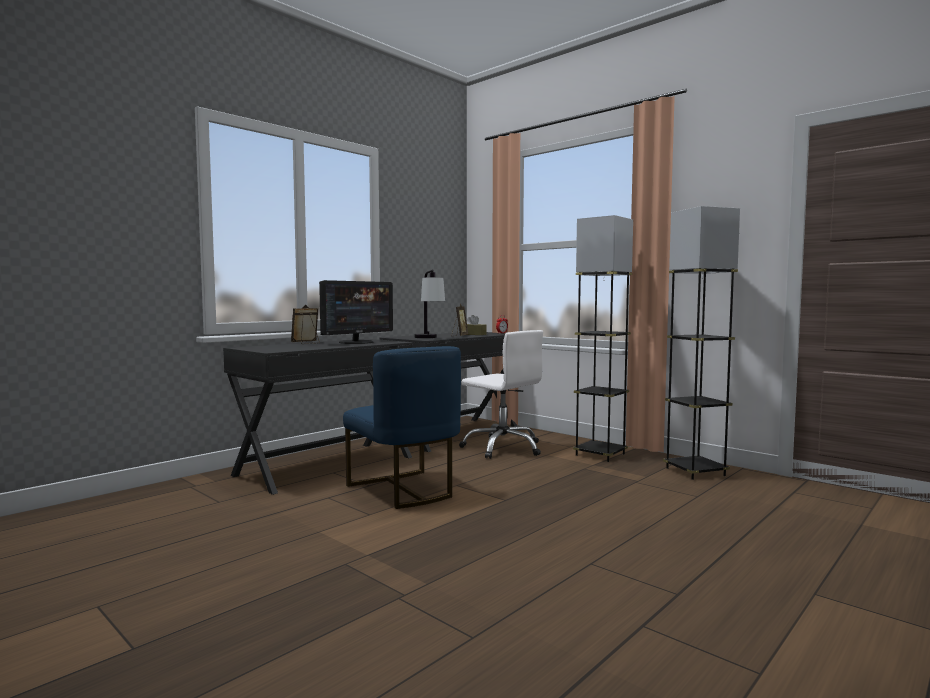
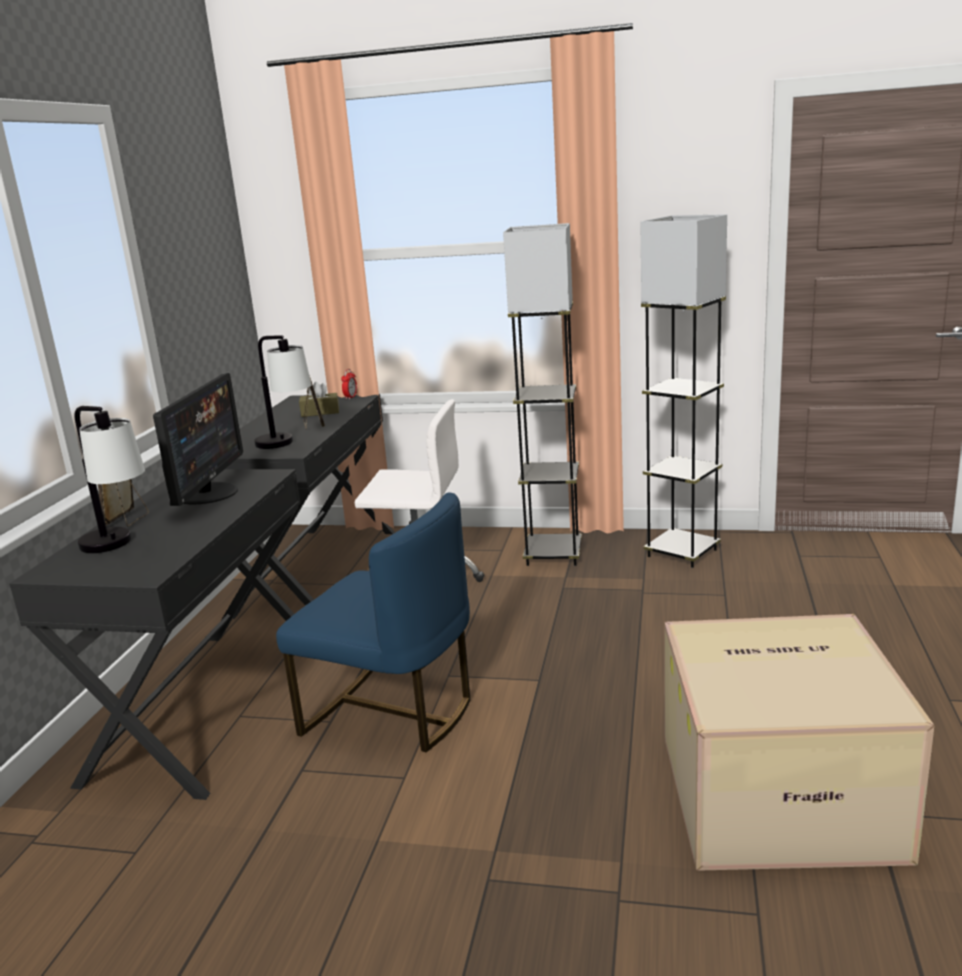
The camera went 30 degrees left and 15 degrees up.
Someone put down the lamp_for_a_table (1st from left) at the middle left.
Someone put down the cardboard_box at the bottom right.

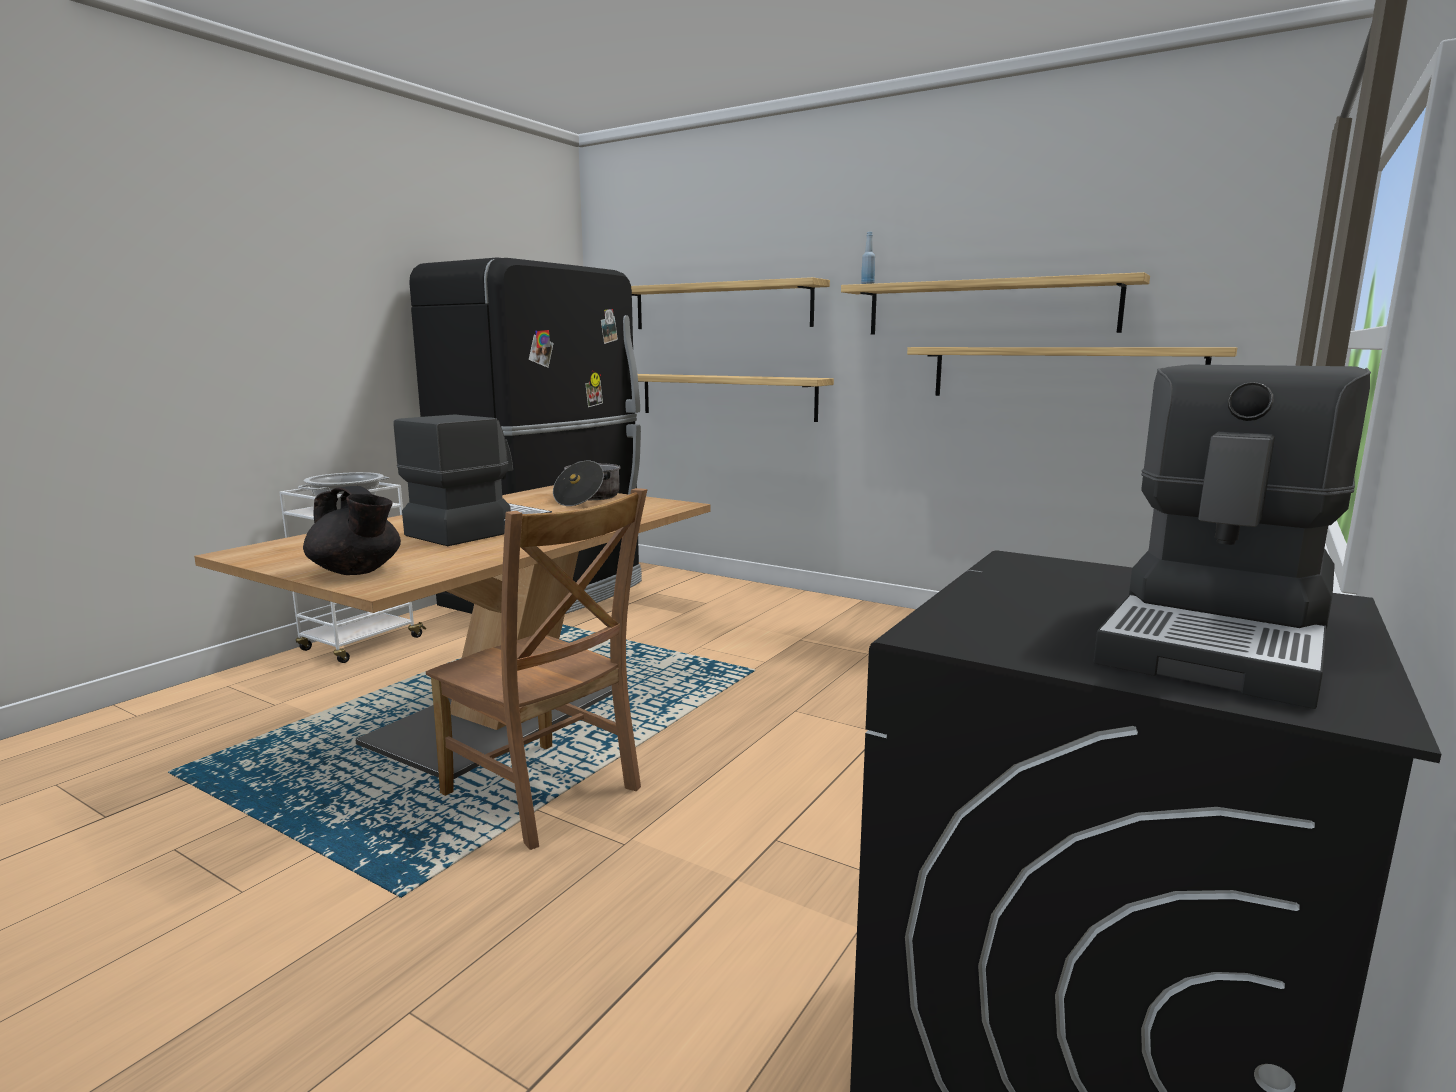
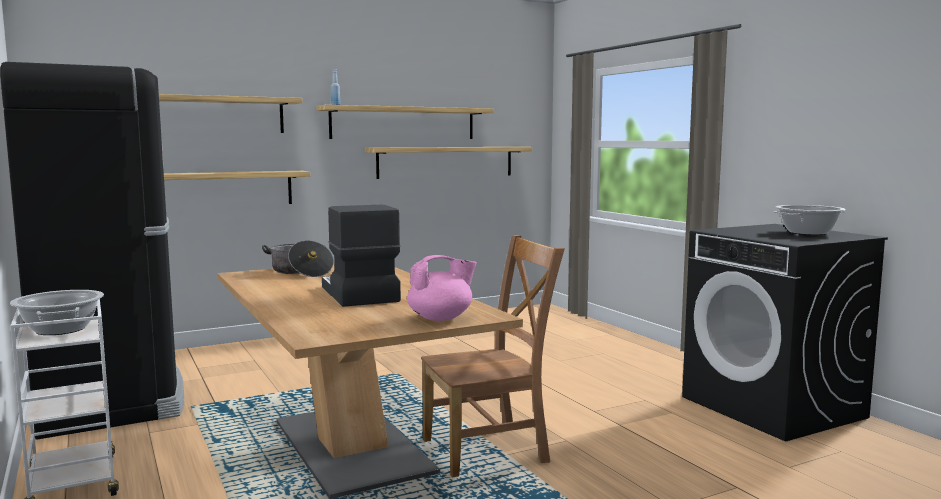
The camera went 60 degrees left and 5 degrees down.
Someone repainted the black-coloured_teapot at the middle left, which became the pinkish_teapot at the centre.
Someone swapped the coffee_machine (2nd from left) at the middle right for the cooking_pot (3rd from left) at the middle right.

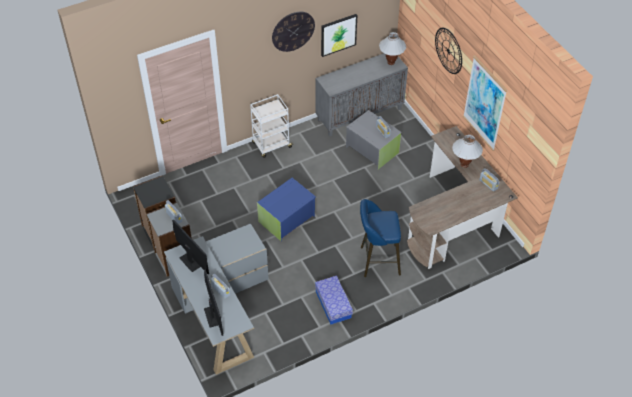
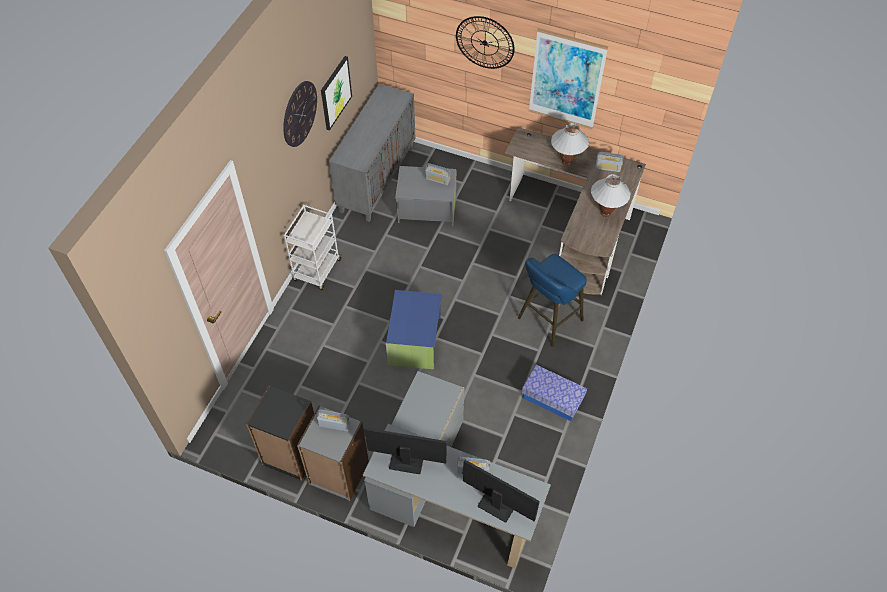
The camera went 40 degrees left and 5 degrees up.
Someone carried the white_lamp_for_a_table (1st from left in the first image) from the top centre to the top right.

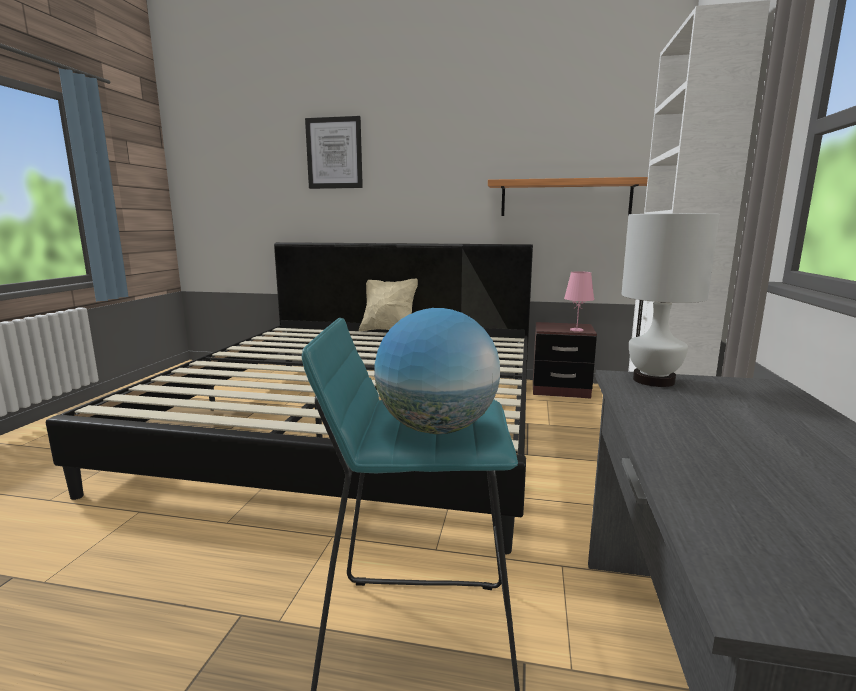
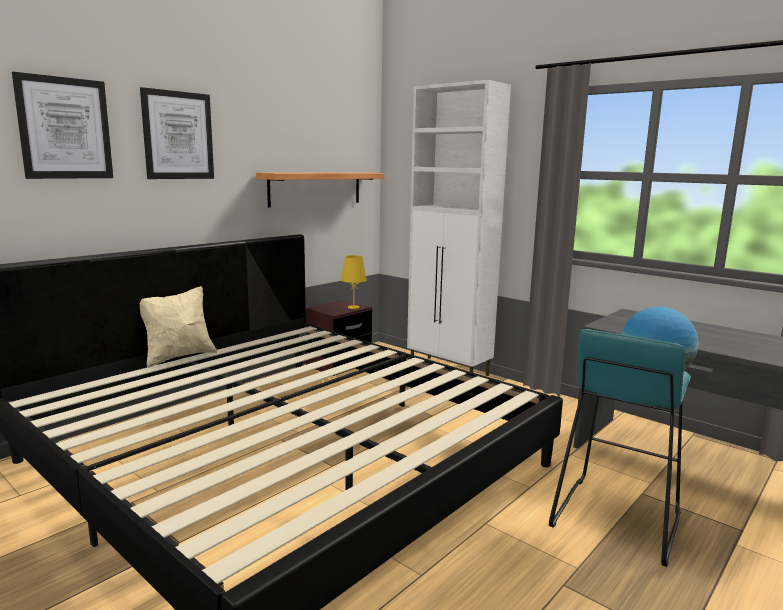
The camera went 60 degrees left and 0 degrees up.
Someone put up the wall_art (2nd from left) at the top left.
Someone repainted the pinkish_lamp_for_a_table at the middle right, which became the yellow-coloured_lamp_for_a_table at the centre.
Someone took away the white_lamp_for_a_table at the middle right.

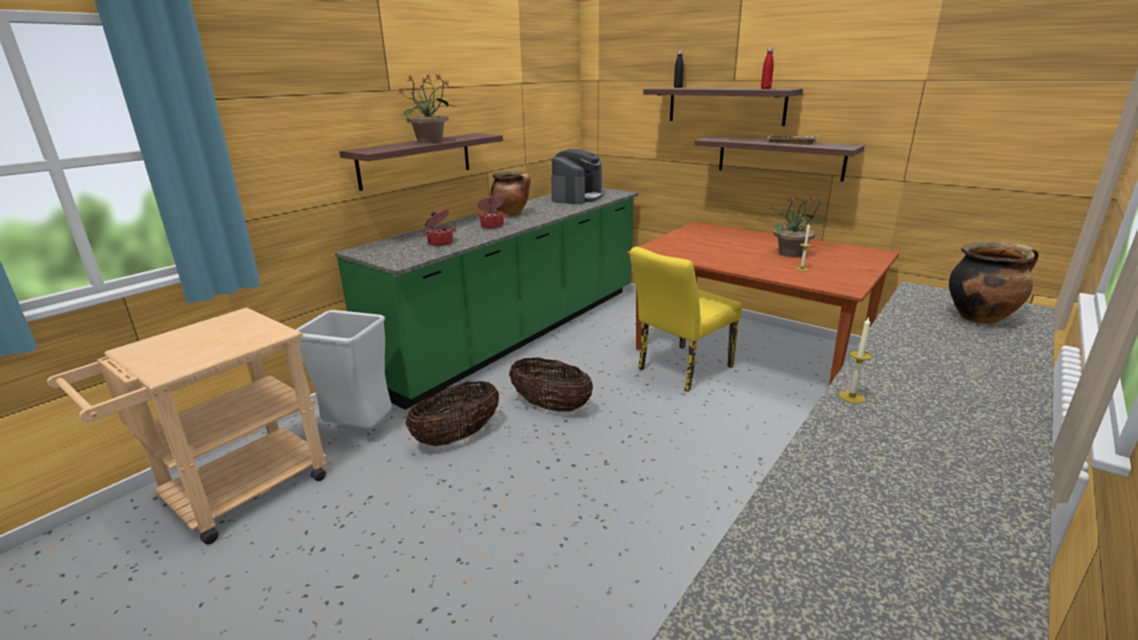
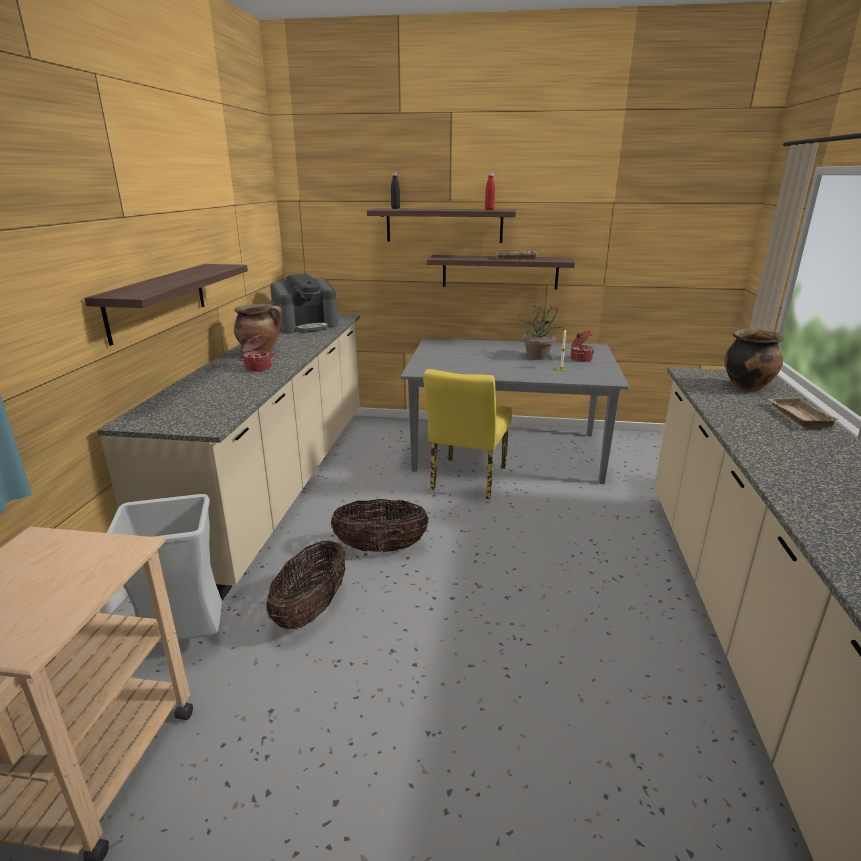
The camera went 30 degrees left and 0 degrees up.
Someone repainted the green_kitchen_counter at the centre, which became the beige-coloured_kitchen_counter (1st from left) at the middle left.
Someone rotated the coffee_machine at the top centre by 60 degrees clockwise.
Someone repainted the brown_kitchen_table at the middle right, which became the gray_kitchen_table at the centre.
Someone carried the cooking_pot (1st from left in the first image) from the centre to the middle right.
Someone put down the beige-coloured_tray (2nd from left) at the middle right.
Someone took away the plant_in_a_pot (1st from left) at the top centre.
Someone took away the wax_light (2nd from left) at the middle right.

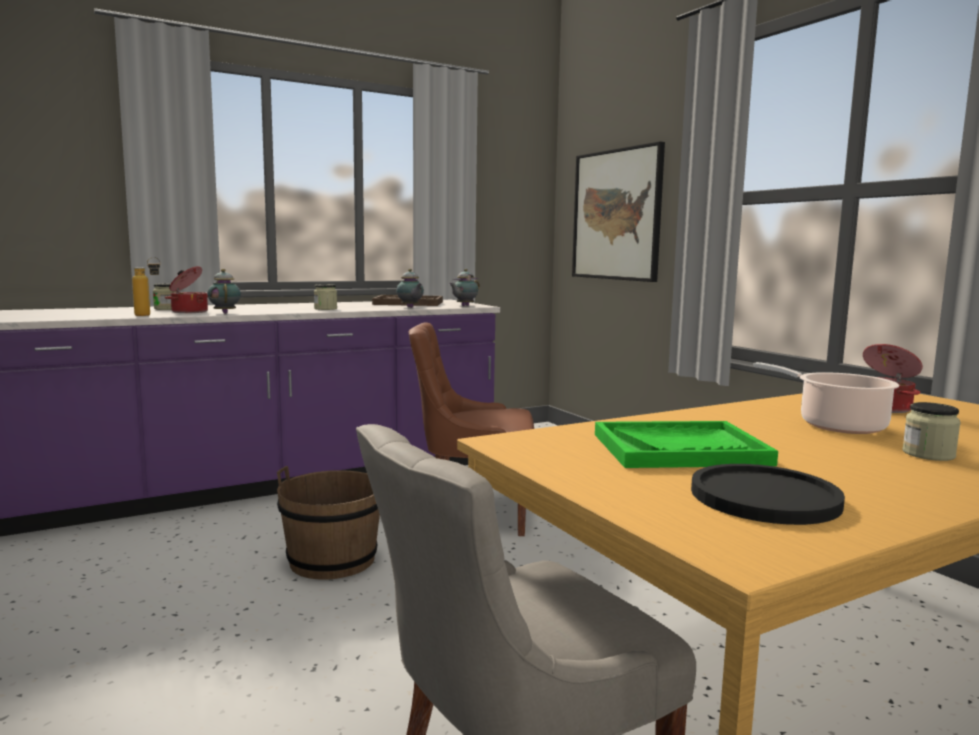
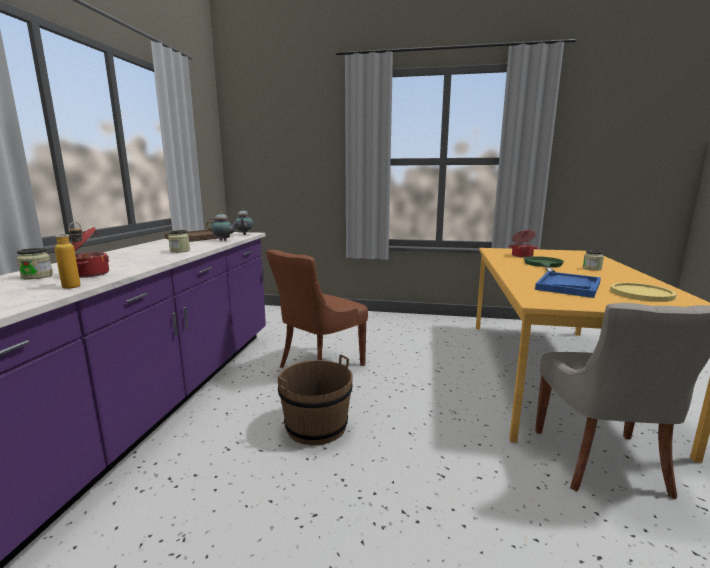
The camera went 50 degrees left and 5 degrees up.
Someone swapped the cooking_pot (2nd from left) at the middle right for the green_frying_pan at the middle right.
Someone repainted the green_tray at the middle right, which became the blue_tray at the middle right.
Someone repainted the black-coloured_dinner_plate at the bottom right, which became the yellow-coloured_dinner_plate at the middle right.
Someone took away the teapot (1st from left) at the middle left.
Someone took away the wall_art at the top centre.

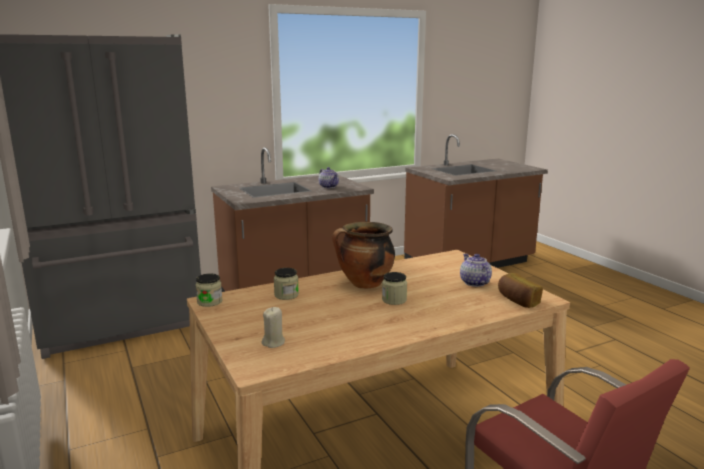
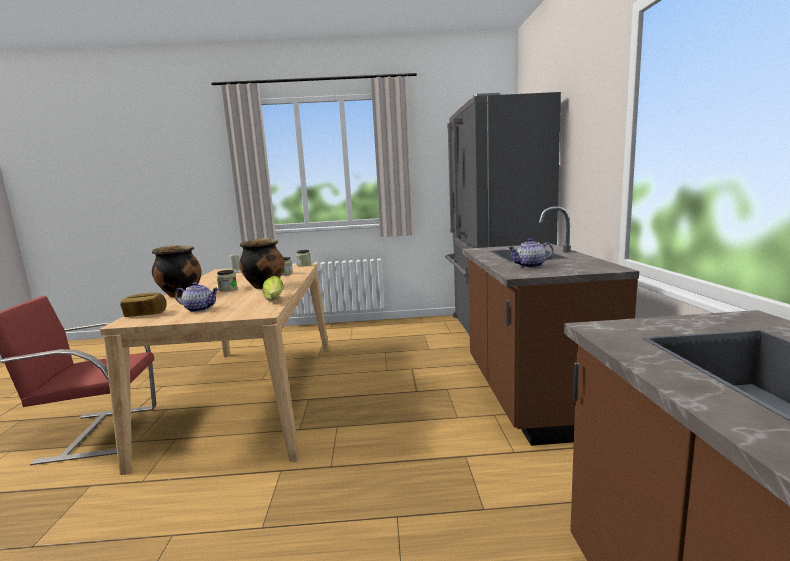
The camera went 115 degrees right and 5 degrees down.
Someone put down the cooking_pot (1st from left) at the middle left.
Someone put down the lettuce_head at the centre.

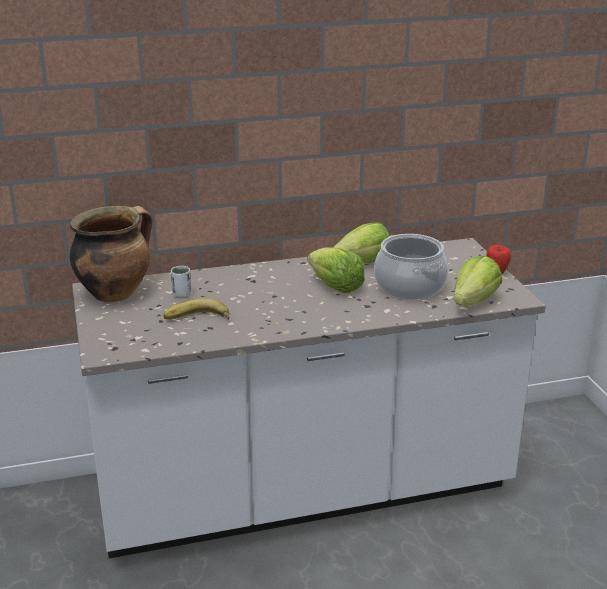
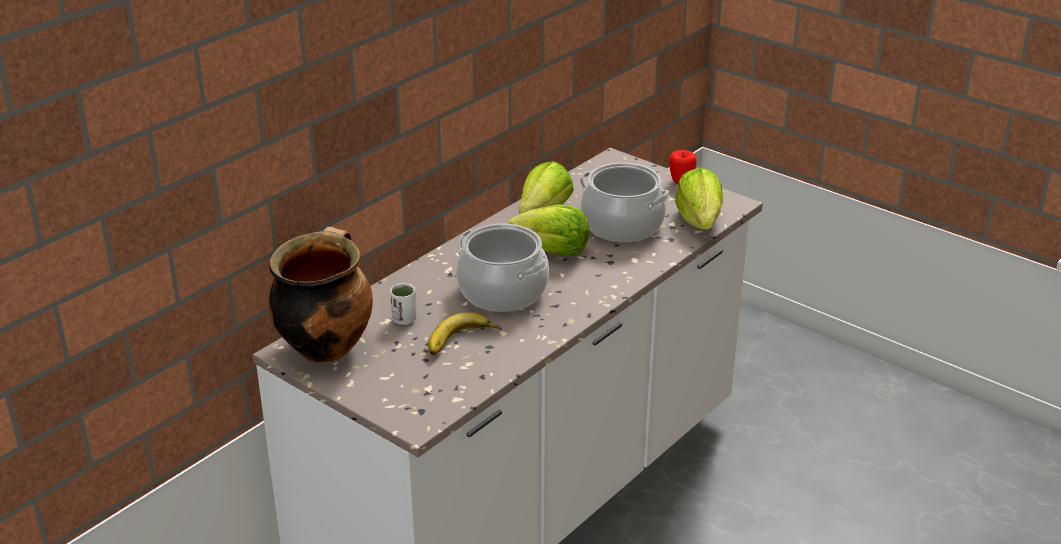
The camera went 35 degrees left and 5 degrees up.
Someone put down the cooking_pot (2nd from left) at the centre.

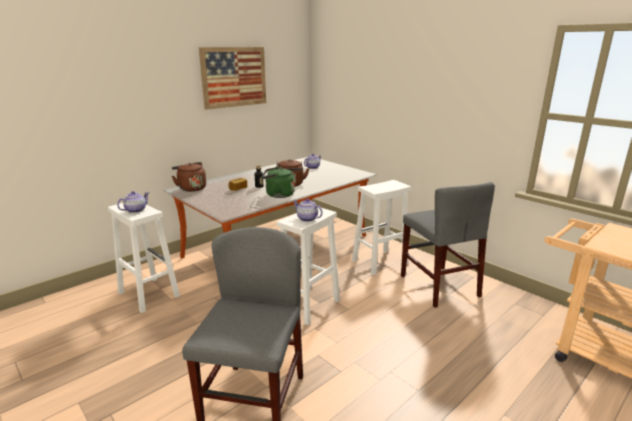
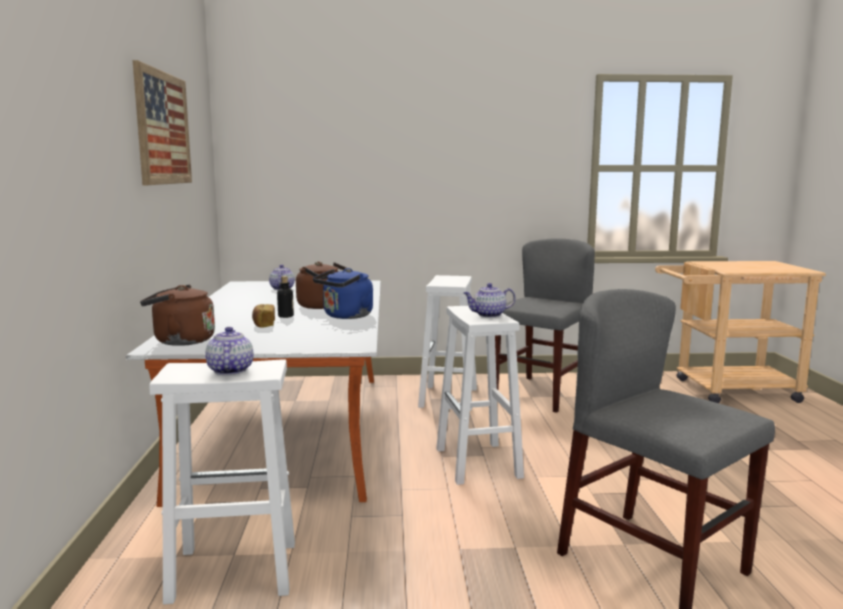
The camera went 50 degrees left and 10 degrees down.
Someone repainted the green_tea_kettle at the centre, which became the blue_tea_kettle at the centre.
Someone rotated the gray_plain_chair (2nd from left in the first image) at the middle right by 75 degrees counterclockwise.

